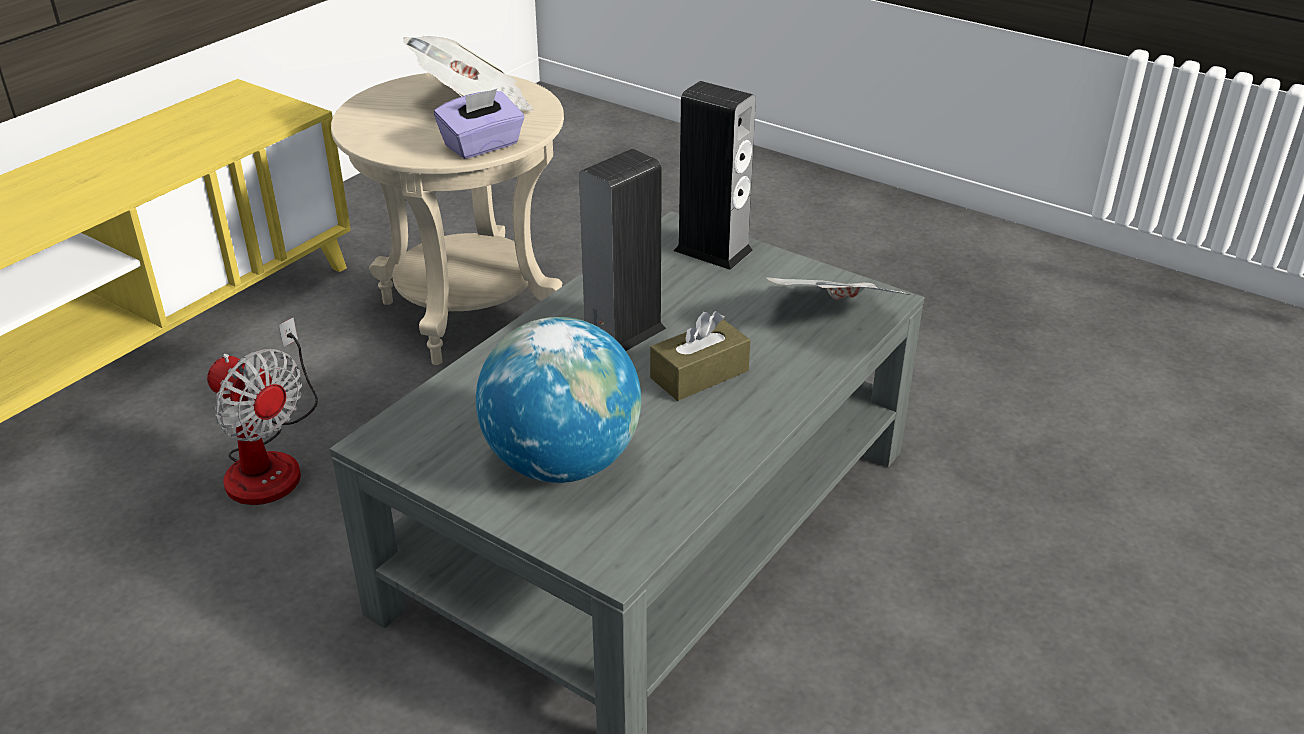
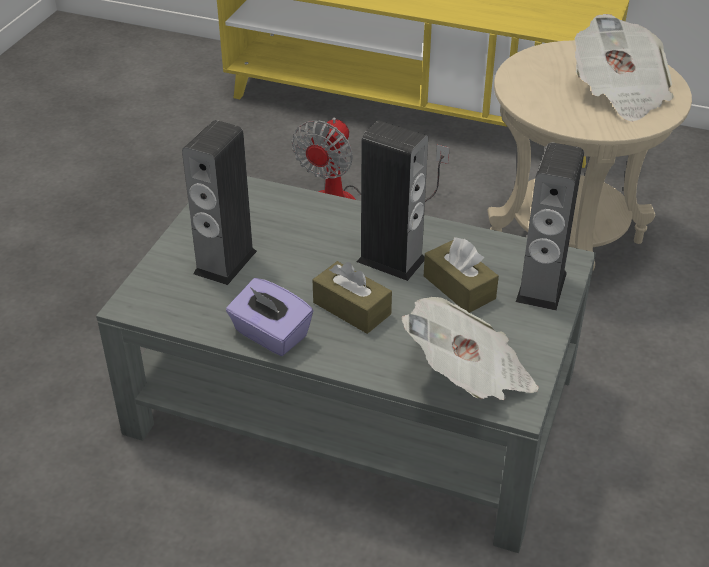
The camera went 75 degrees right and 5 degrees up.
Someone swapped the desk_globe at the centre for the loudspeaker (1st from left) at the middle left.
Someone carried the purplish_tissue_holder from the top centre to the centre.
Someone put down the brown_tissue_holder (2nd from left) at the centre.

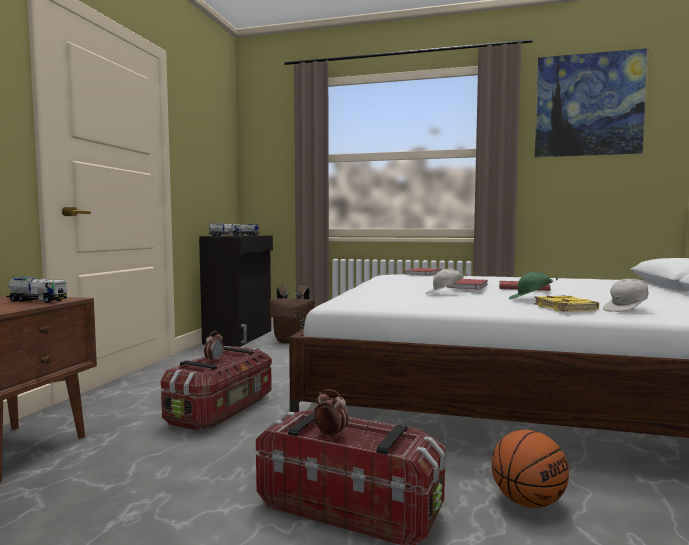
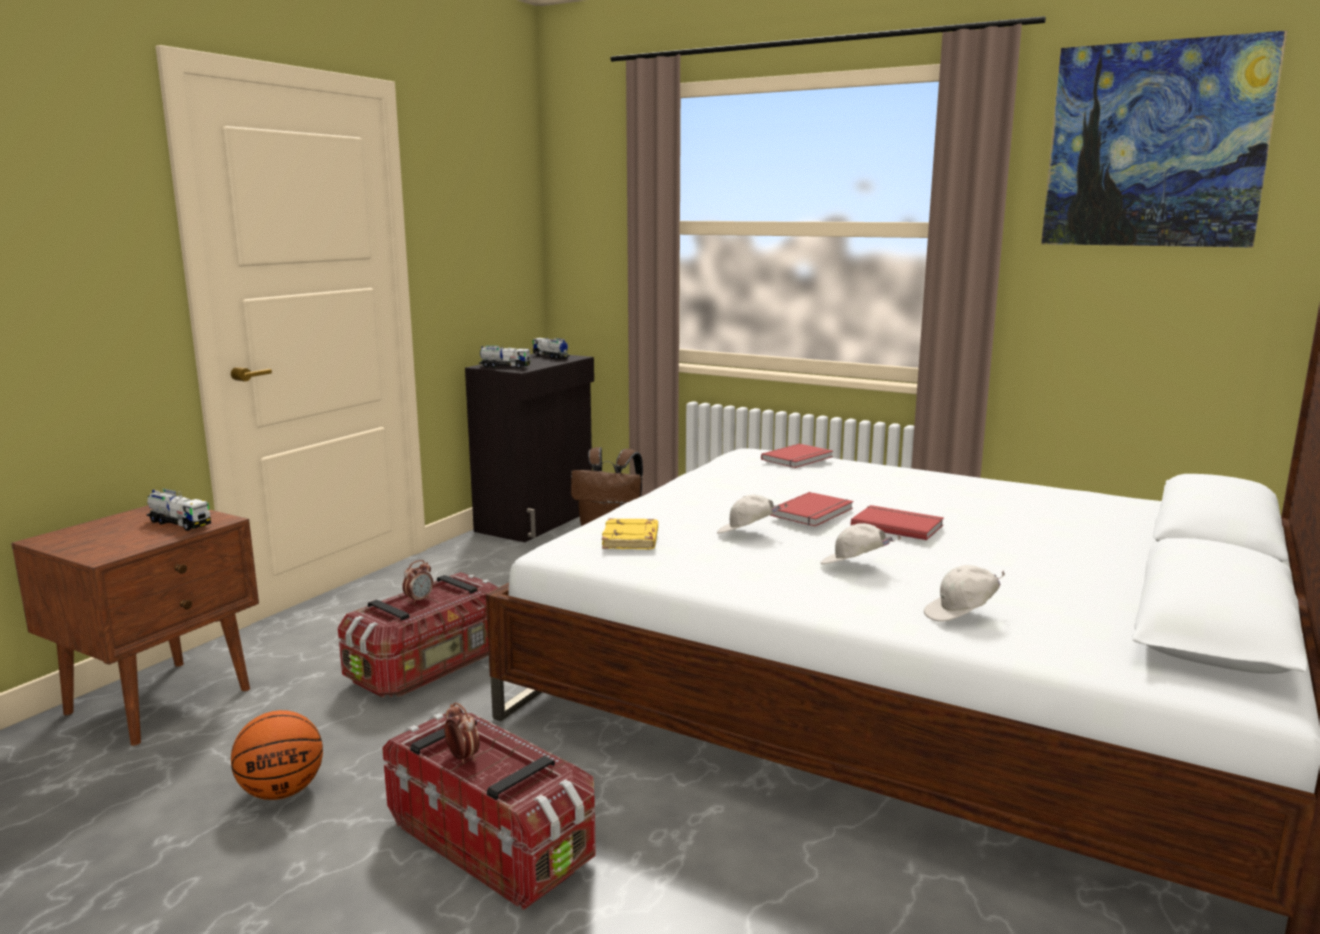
The camera went 15 degrees right and 10 degrees up.
Someone carried the basketball from the bottom right to the bottom left.
Someone carried the yellow-coloured_book from the middle right to the centre.
Someone repainted the green_peaked_cap at the middle right, which became the white_peaked_cap (2nd from left) at the centre.

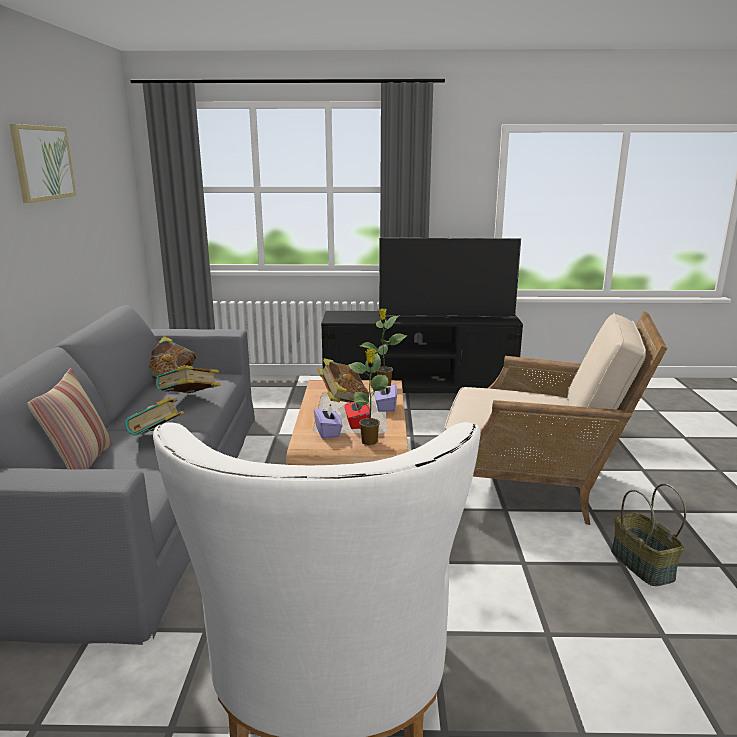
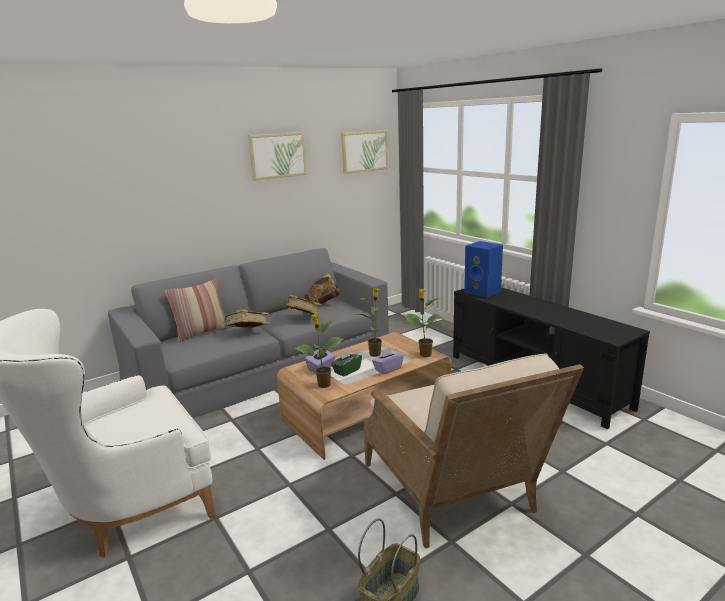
The camera went 55 degrees right and 0 degrees up.
Someone repainted the reddish_tissue_holder at the centre, which became the green_tissue_holder at the centre.
Someone put up the wall_art (2nd from left) at the top centre.
Someone swapped the book (4th from left) at the centre for the plant_in_a_pot (2nd from left) at the centre.
Someone put down the blue_loudspeaker at the centre.
Someone took away the TV_set at the centre.

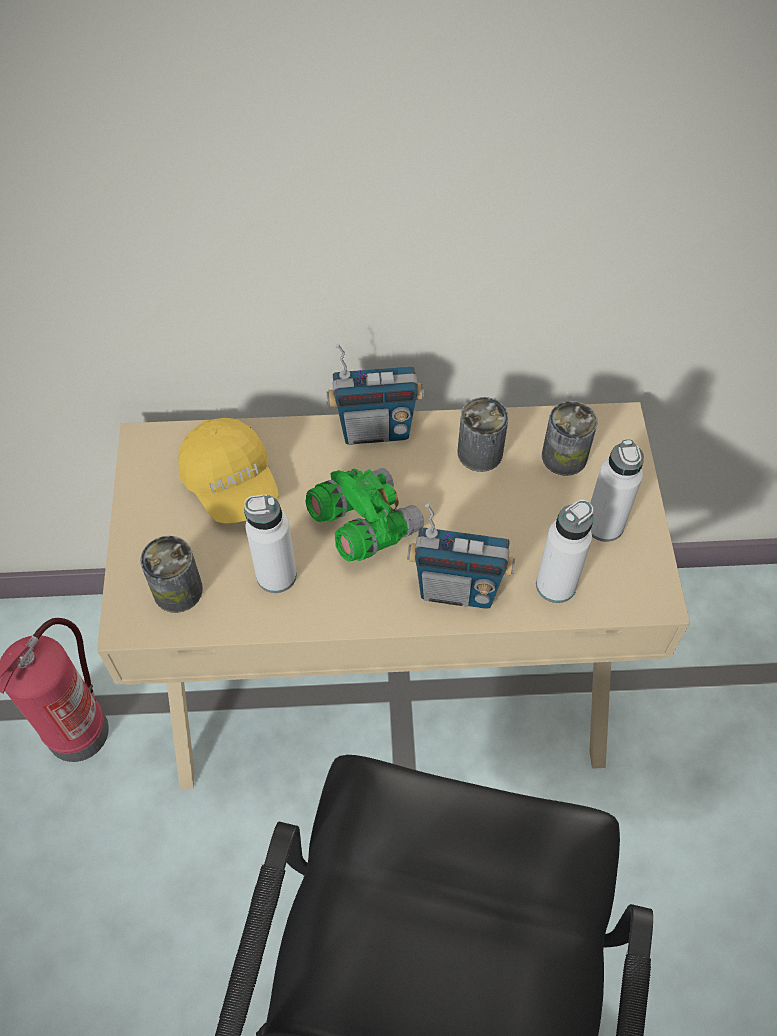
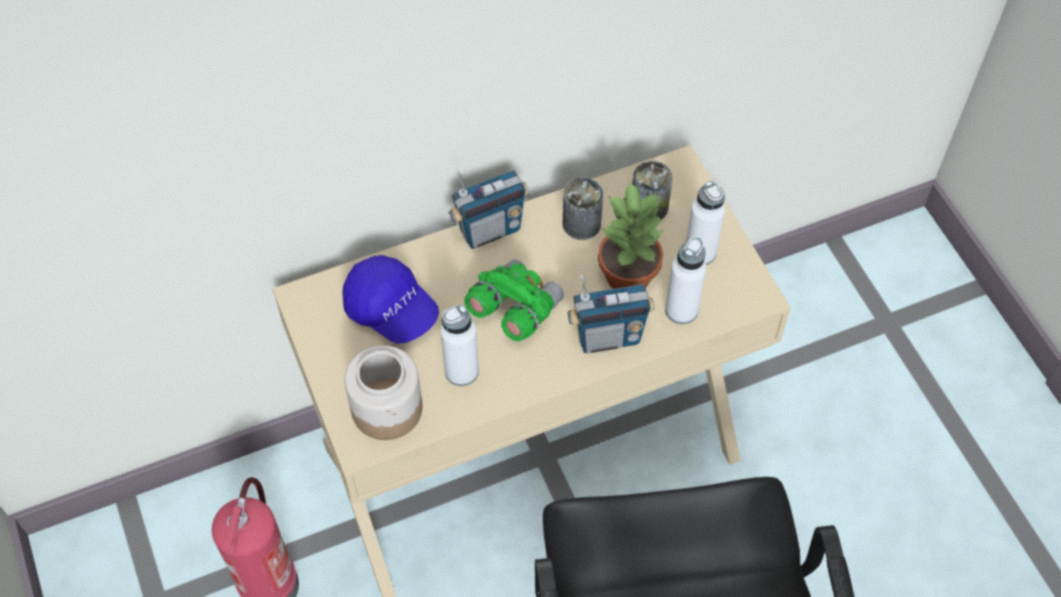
The camera went 20 degrees left and 0 degrees up.
Someone repainted the yellow-coloured_peaked_cap at the middle left, which became the blue_peaked_cap at the centre.
Someone swapped the sealed_can (1st from left) at the middle left for the jar at the centre.
Someone put down the plant_in_a_pot at the centre.

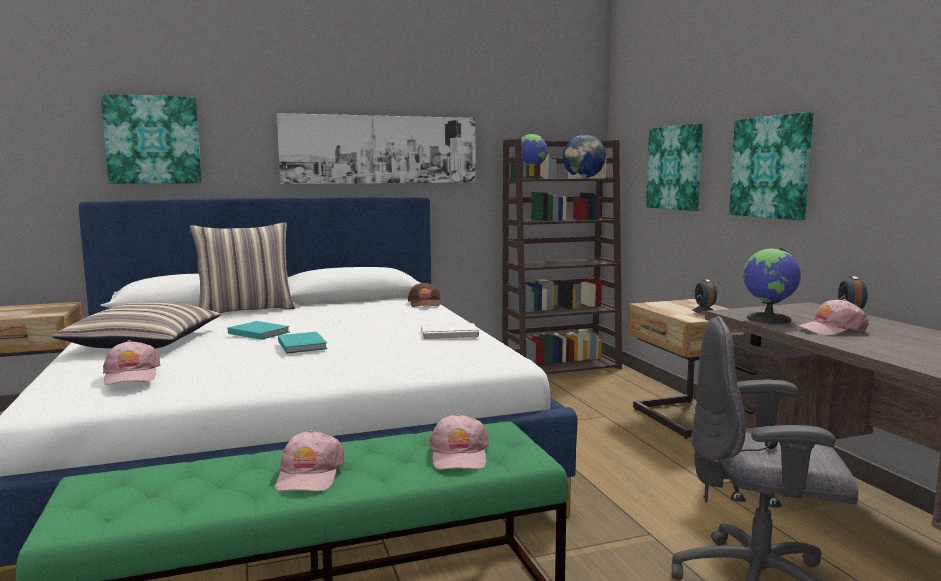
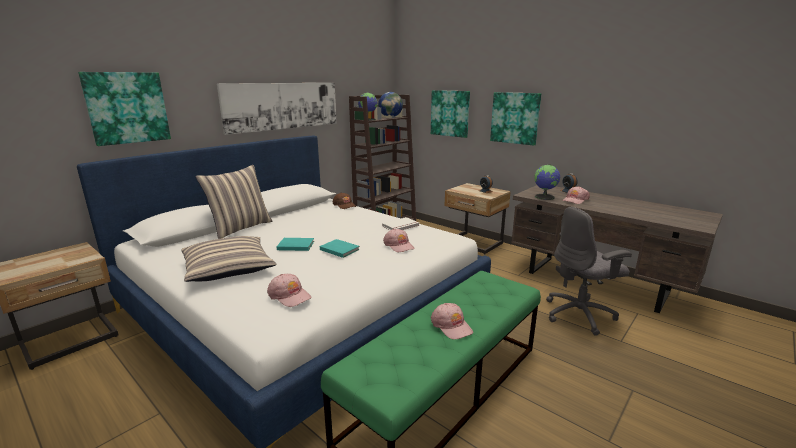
The camera went 30 degrees left and 10 degrees up.
Someone carried the pinkish_peaked_cap (3rd from left in the first image) from the bottom centre to the centre.

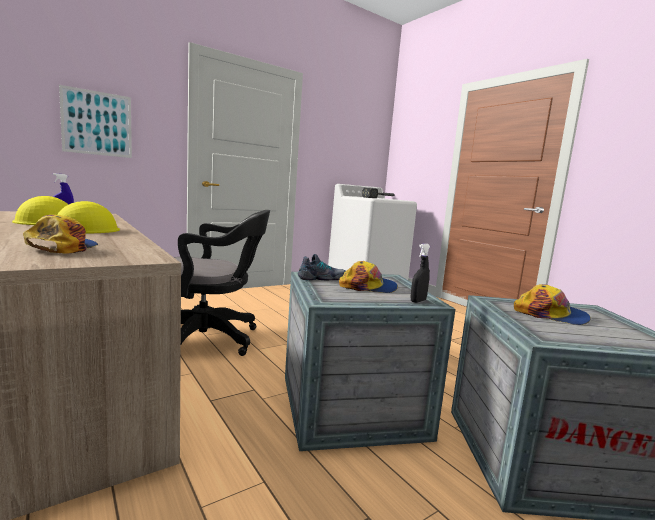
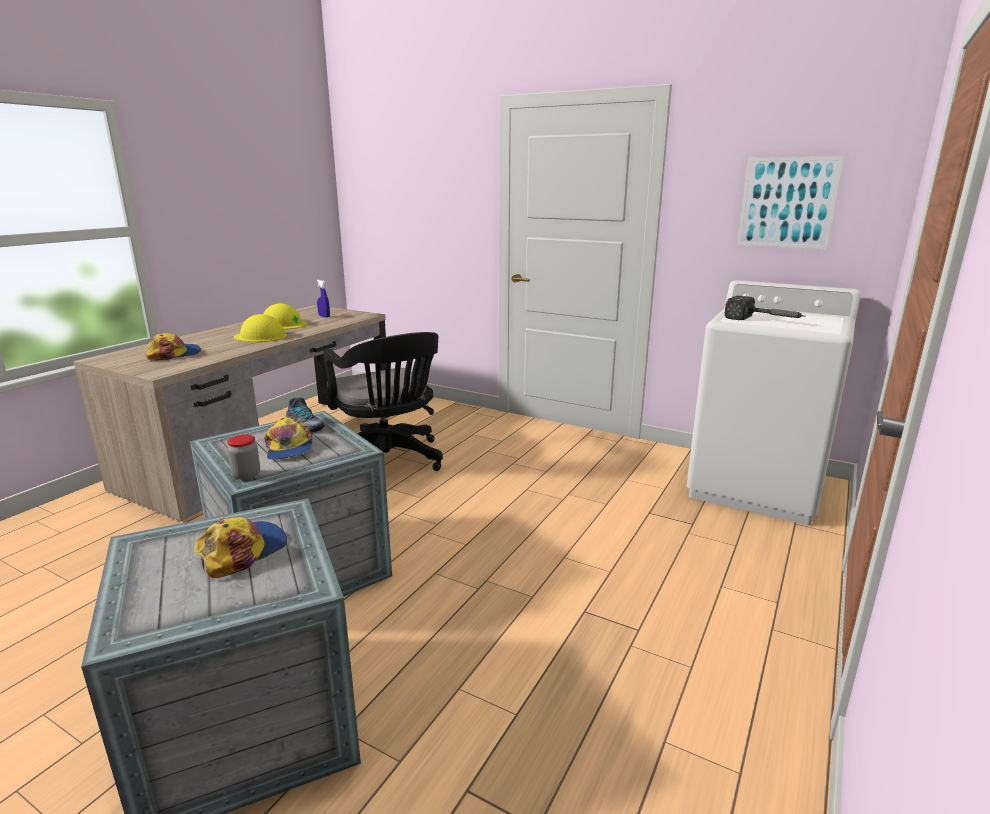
The camera went 65 degrees right and 10 degrees up.
Someone rotated the peaked_cap (3rd from left in the first image) at the middle right by 150 degrees counterclockwise.
Someone swapped the black-coloured_sprayer at the centre for the jar at the middle left.
Someone carried the wall_art from the top left to the top right.

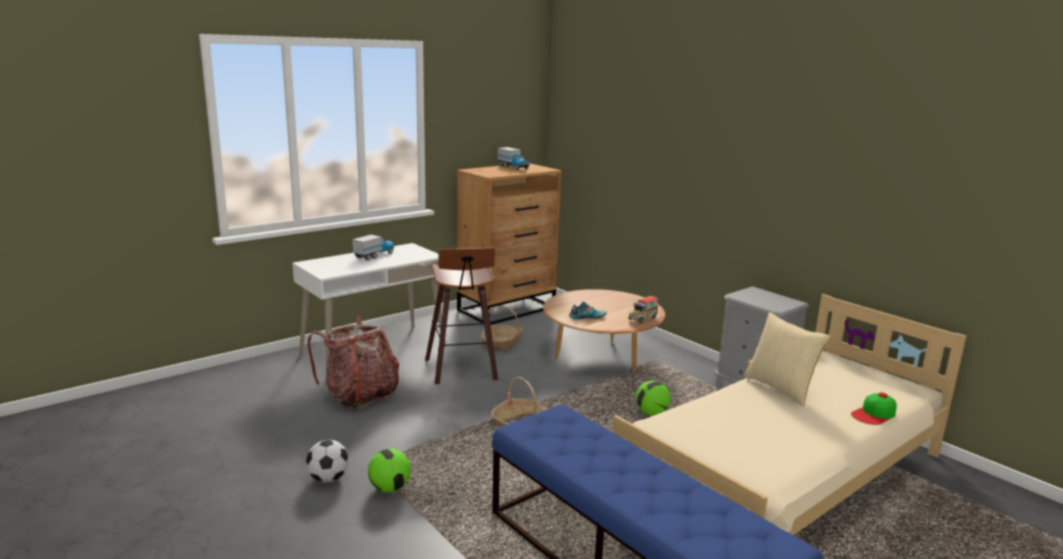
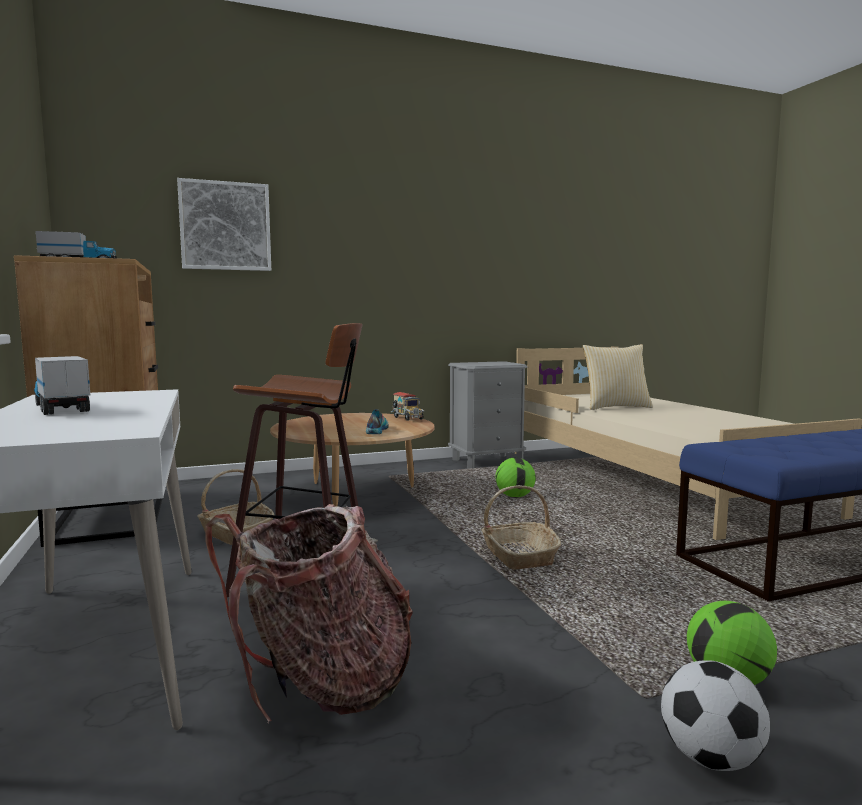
The camera went 70 degrees left and 10 degrees down.
Someone put up the wall_art at the top left.
Someone took away the peaked_cap at the bottom right.

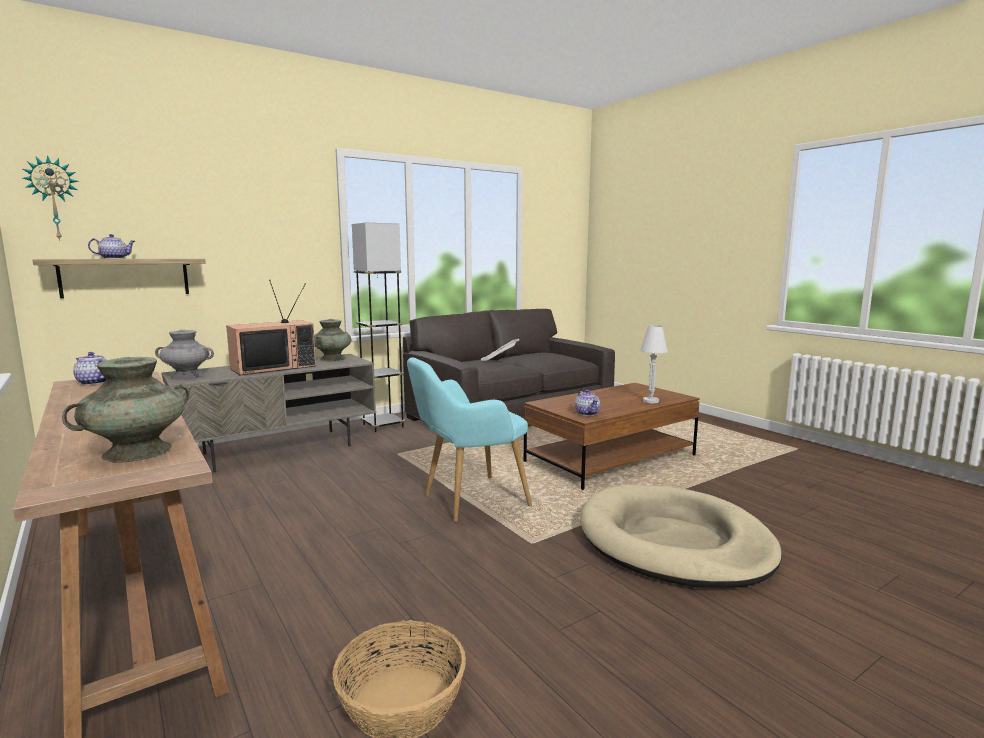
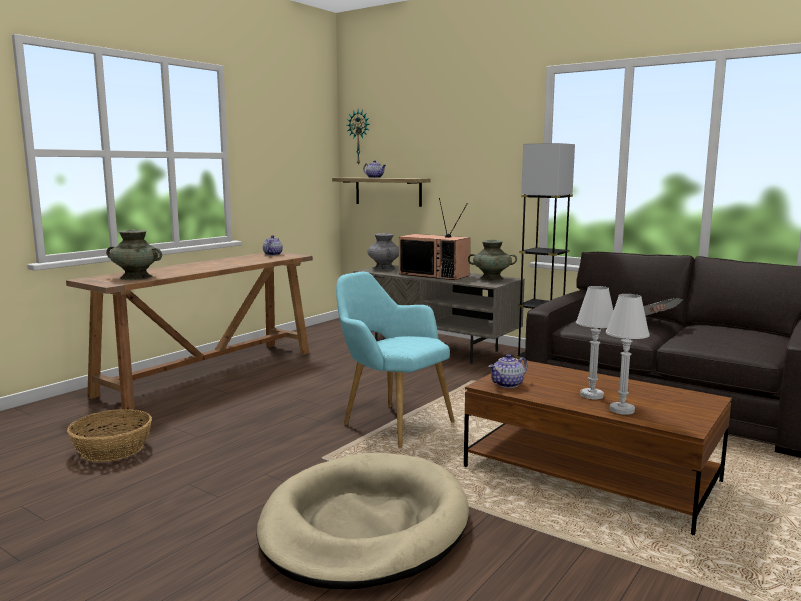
The camera went 70 degrees right and 0 degrees up.
Someone put down the white_lamp_for_a_table (1st from left) at the middle right.

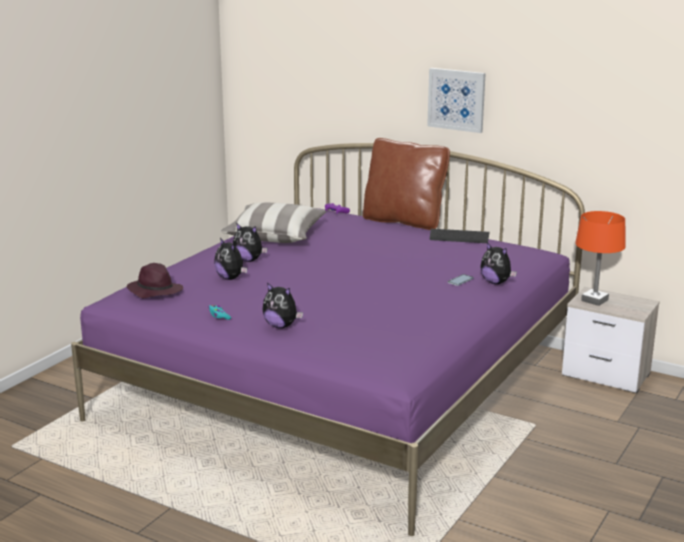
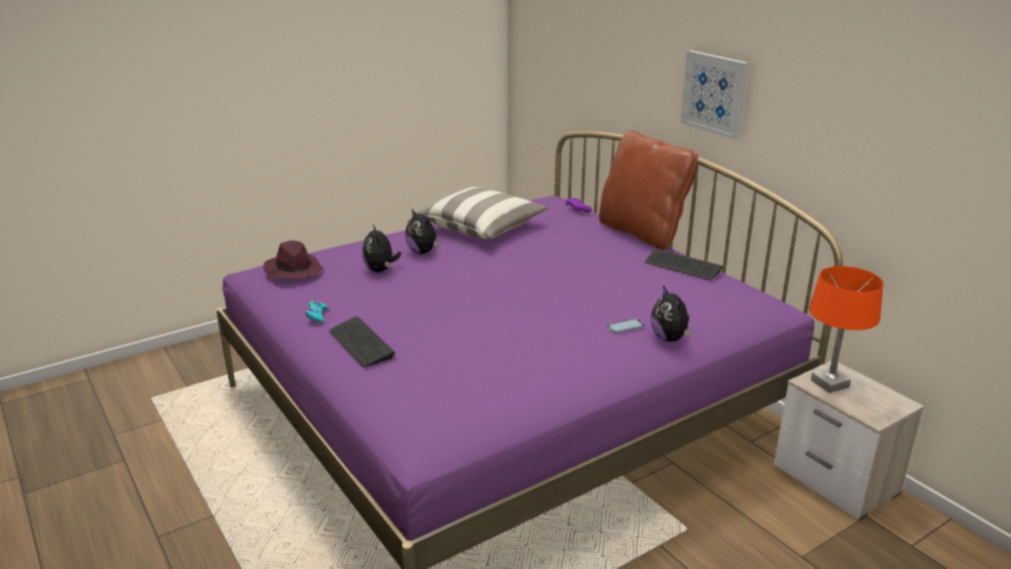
The camera went 25 degrees right and 5 degrees up.
Someone swapped the plush_toy (3rd from left) at the centre for the PC_keyboard (1st from left) at the centre.

